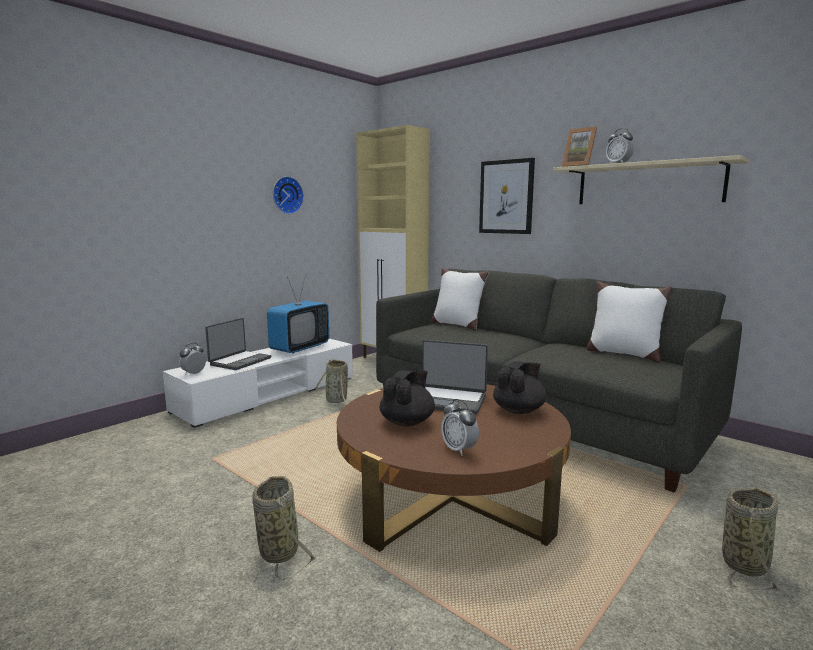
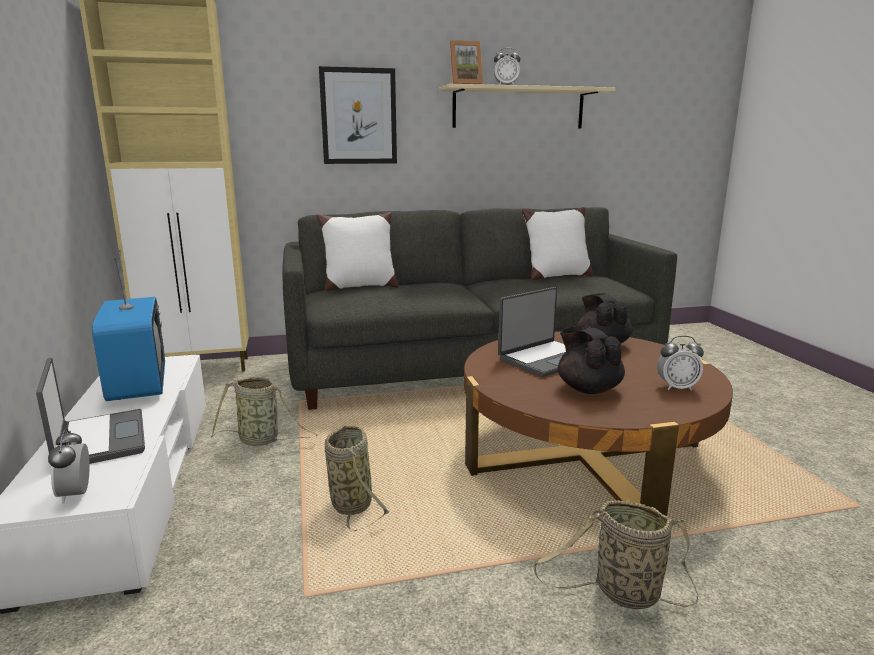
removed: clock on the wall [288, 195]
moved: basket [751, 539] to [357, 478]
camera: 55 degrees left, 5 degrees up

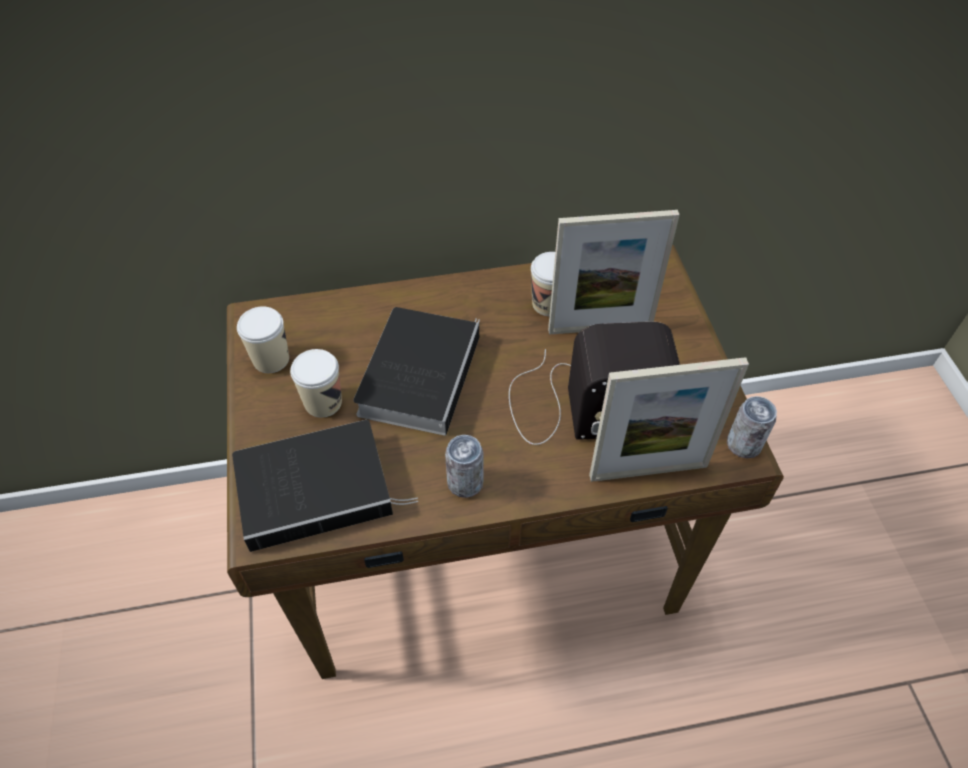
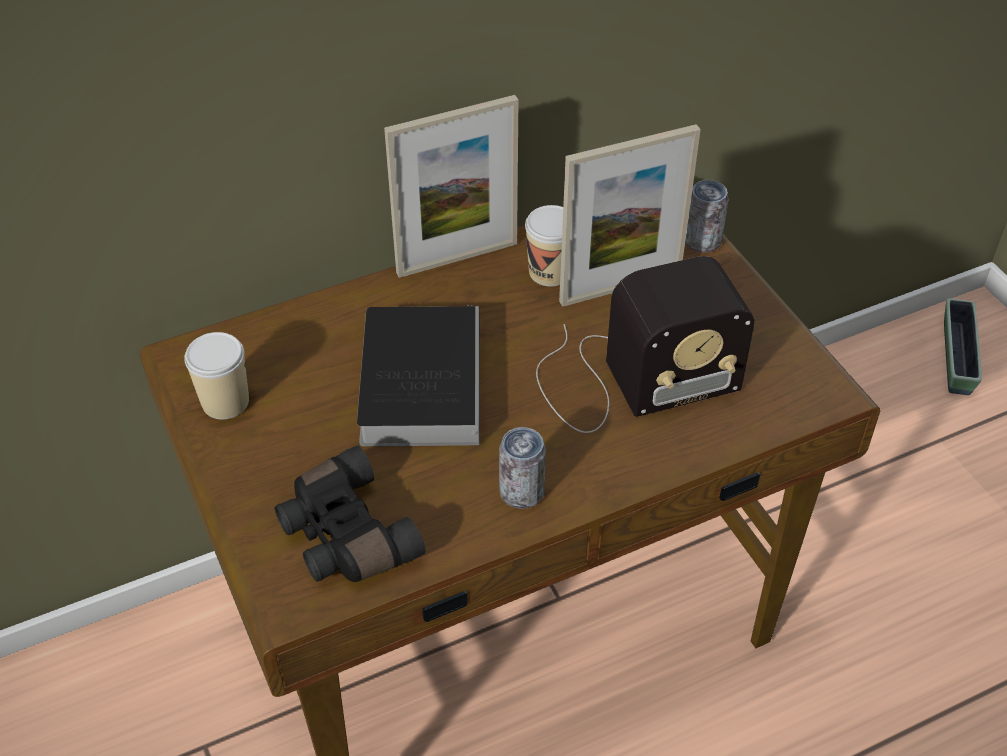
removed: cup [316, 383]
added: planter [963, 347]
moved: photo frame [669, 419] to [451, 186]; can [752, 427] to [707, 216]
replaced: book [325, 486] to binoculars in black [350, 513]
camera: 15 degrees left, 5 degrees down

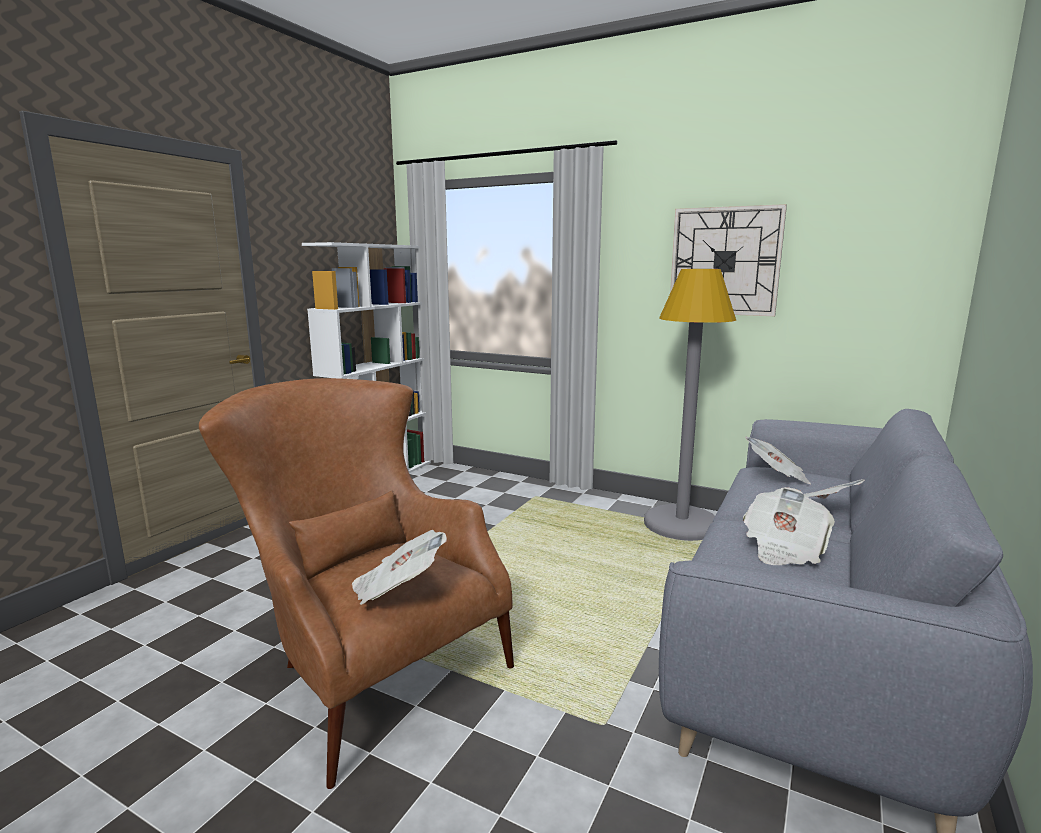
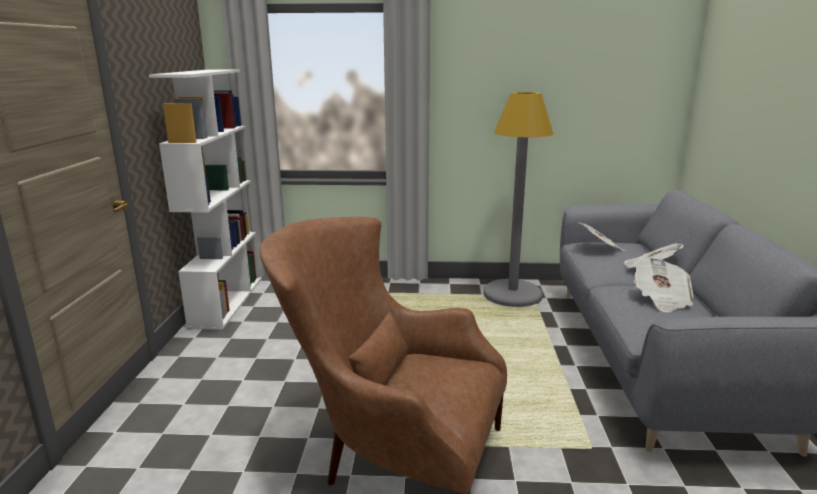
removed: newspaper [399, 567]; clock on the wall [728, 260]
camera: 25 degrees left, 5 degrees up

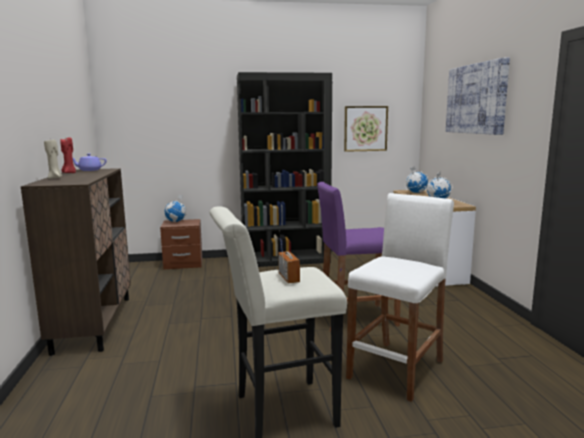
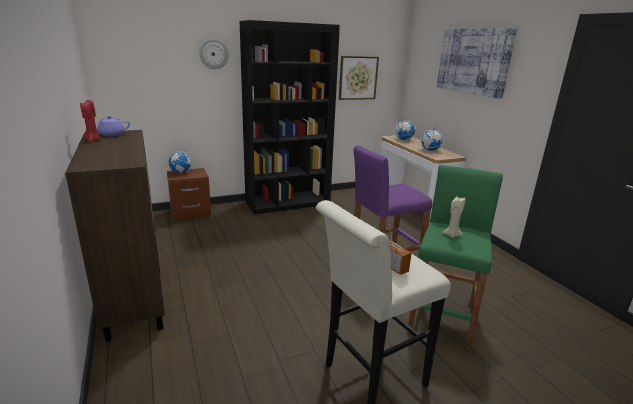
added: clock on the wall [214, 54]
moved: wax candle in beige-coloured [53, 159] to [454, 217]
recoloured: stool in white [400, 297] to stool in green-coloured [455, 257]
camera: 15 degrees left, 10 degrees up

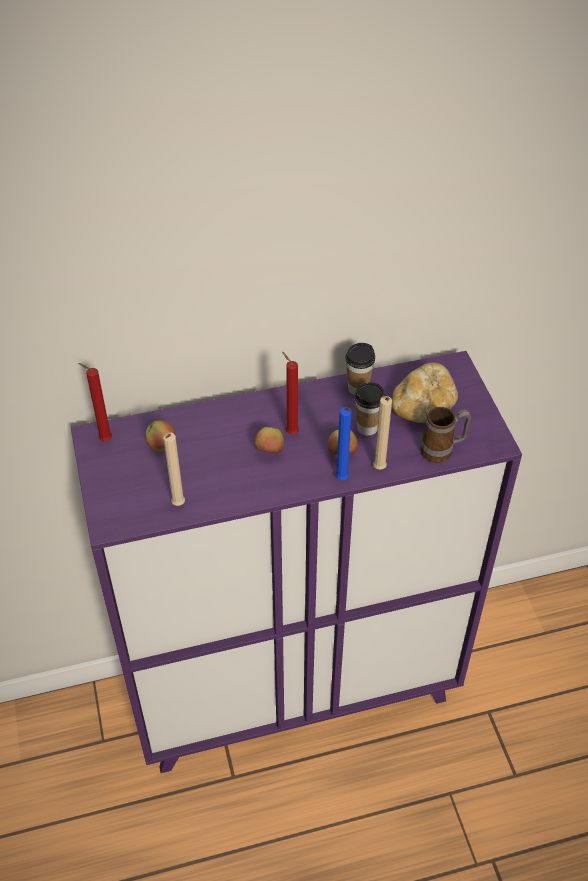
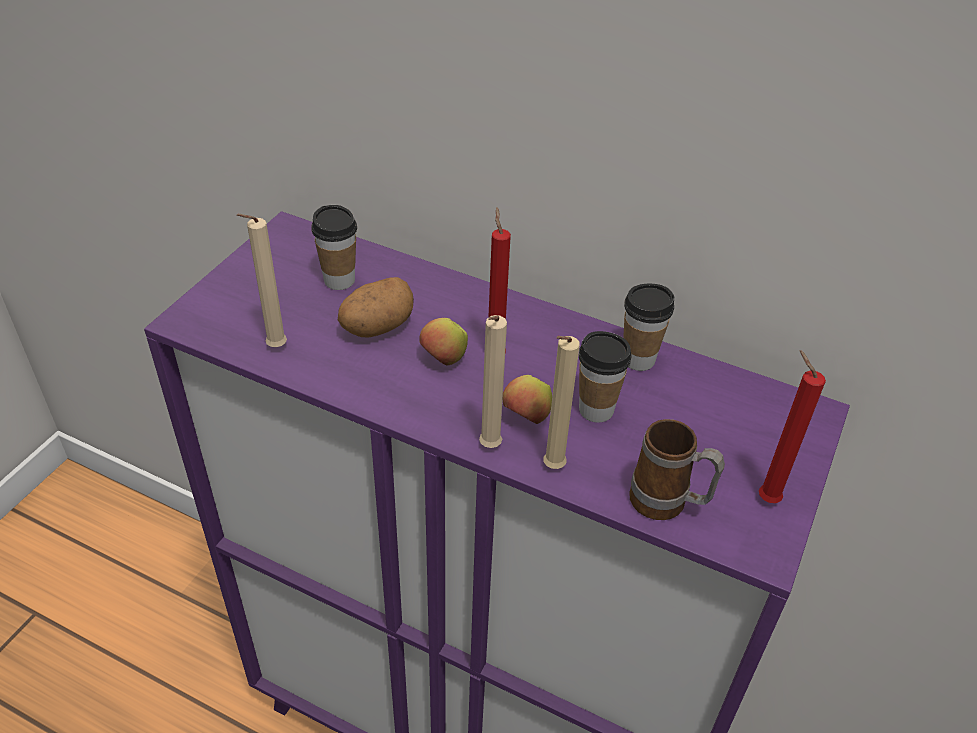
removed: bread [425, 393]
added: spud [376, 307]
moved: wax candle in red-coloured [95, 402] to [792, 426]
replaced: whole apple [161, 436] to cup [334, 247]
recoloured: wax candle in blue [343, 443] to wax candle in beige-coloured [493, 381]
camera: 40 degrees right, 5 degrees down

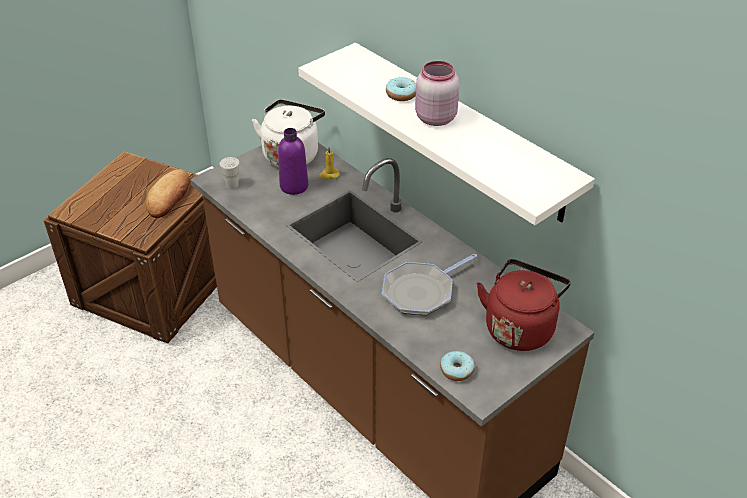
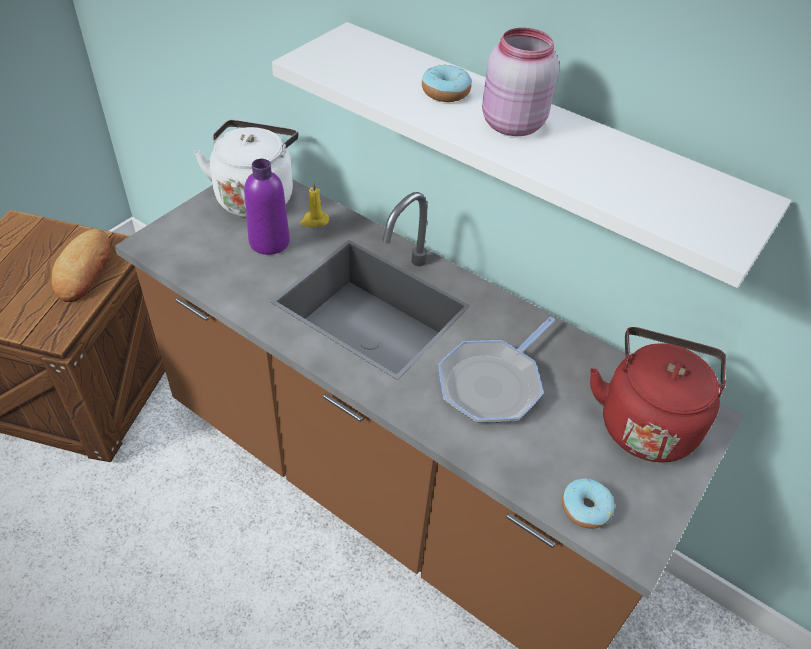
removed: cup in white [230, 173]
camera: 15 degrees left, 5 degrees up

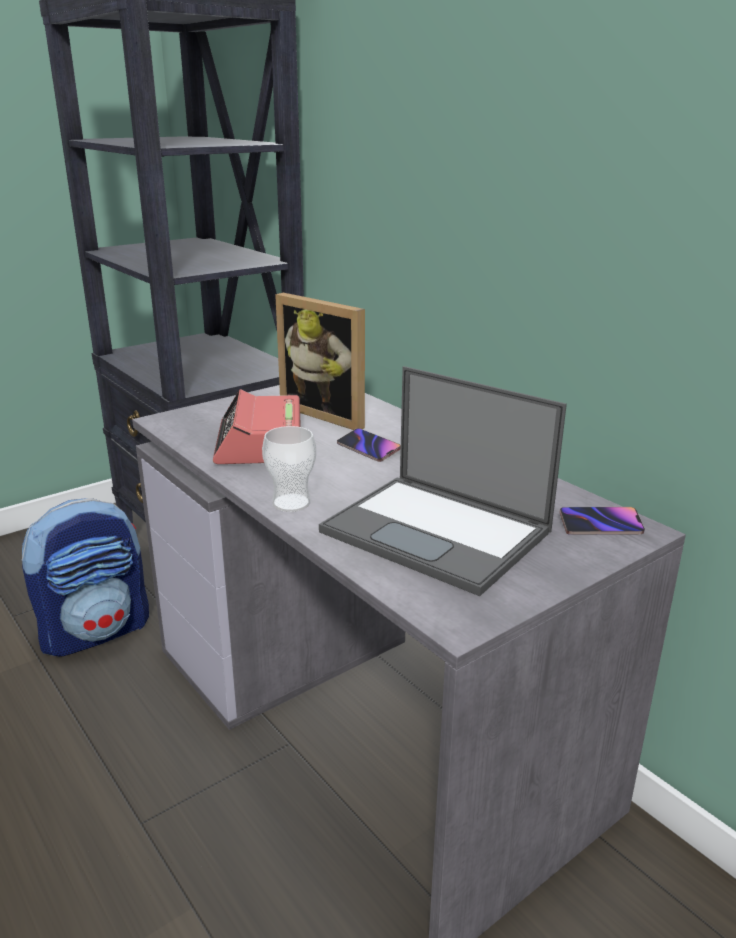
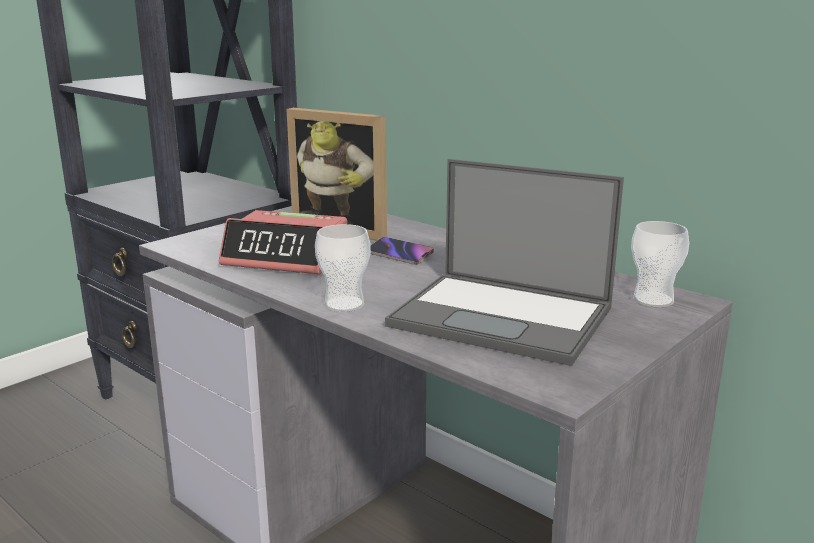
removed: knapsack [85, 577]
replaced: handset [602, 521] to cup [660, 264]
turned: table clock [257, 426] = [283, 242] 60 degrees counterclockwise
camera: 10 degrees left, 5 degrees down

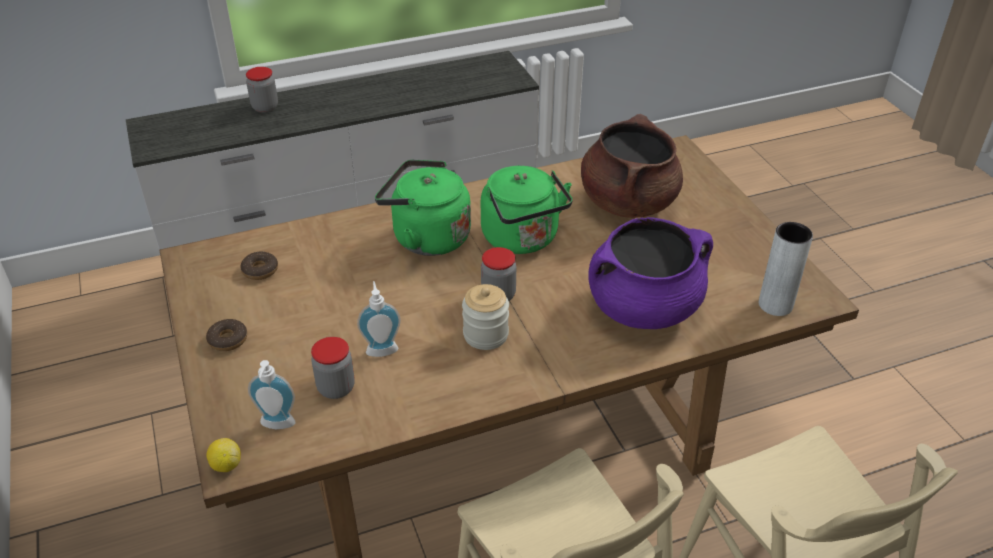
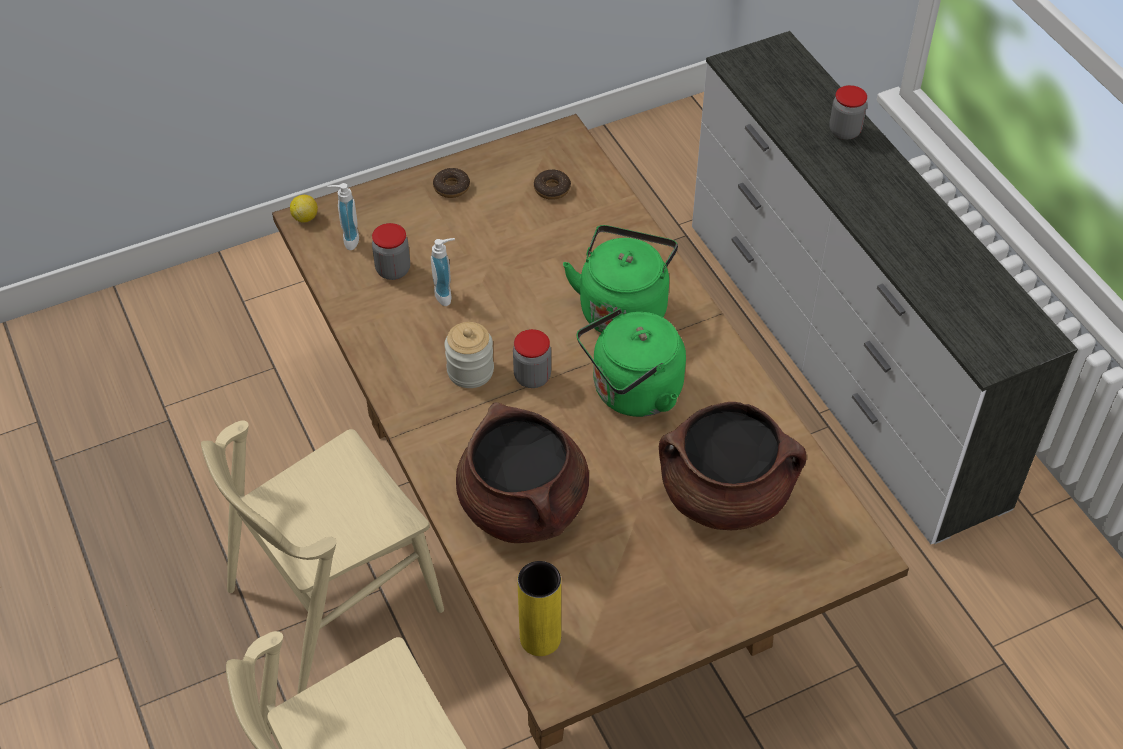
recoloured: stockpot in purple [650, 273] to stockpot in brownish [522, 472]; decorative vase in grey [786, 269] to decorative vase in yellow-coloured [539, 608]
camera: 85 degrees right, 10 degrees up

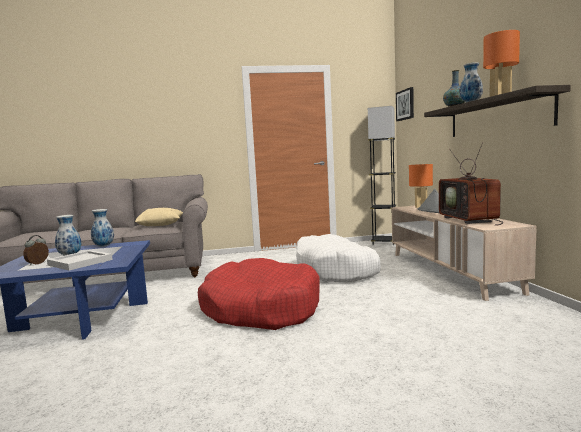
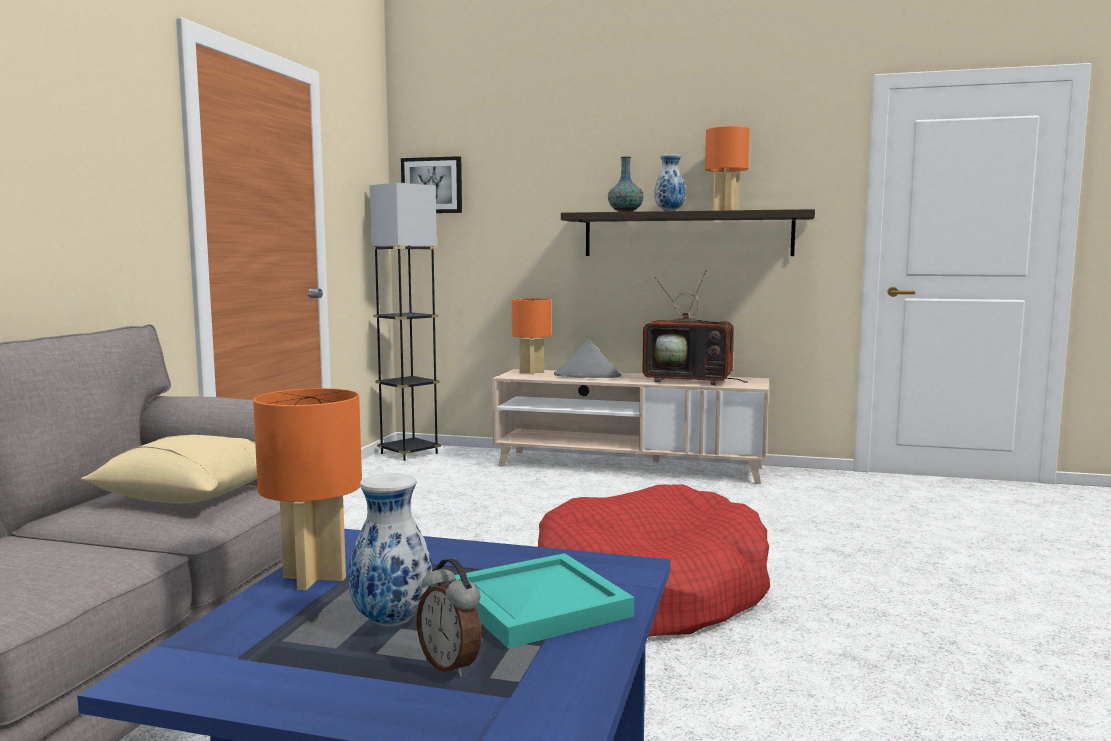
removed: dog cushion in white [338, 258]
replaced: decorative vase [102, 228] to lamp for a table in orangey [307, 489]
recoloured: serving tray in white [80, 260] to serving tray in turquoise [544, 601]
camera: 65 degrees left, 0 degrees up

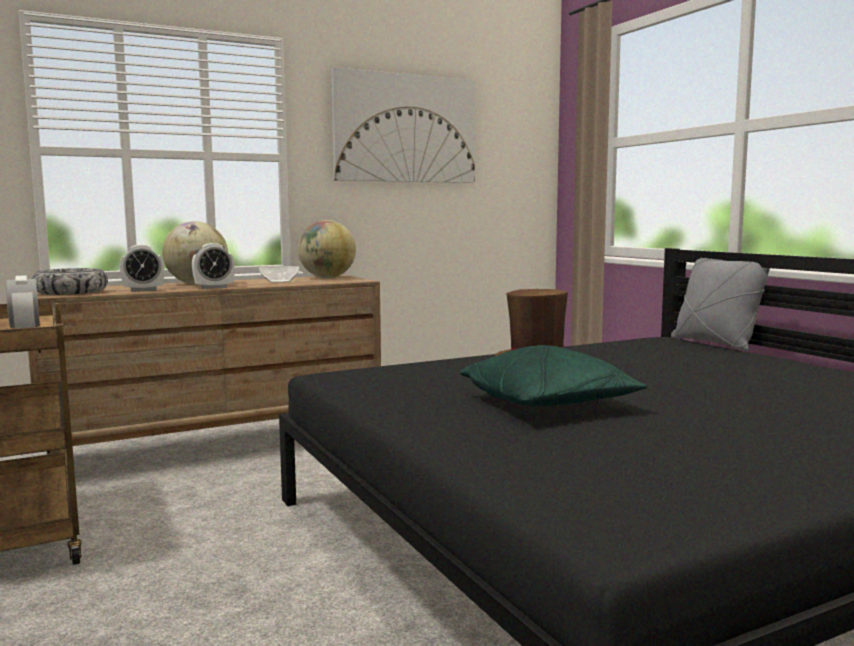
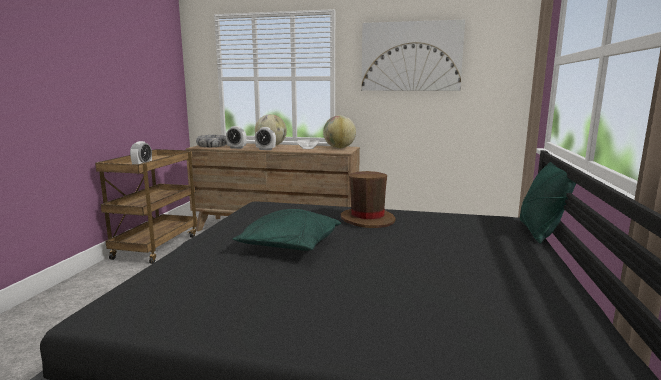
recoloured: cushion in grey [720, 304] to cushion in green-coloured [548, 203]
camera: 40 degrees right, 5 degrees up

